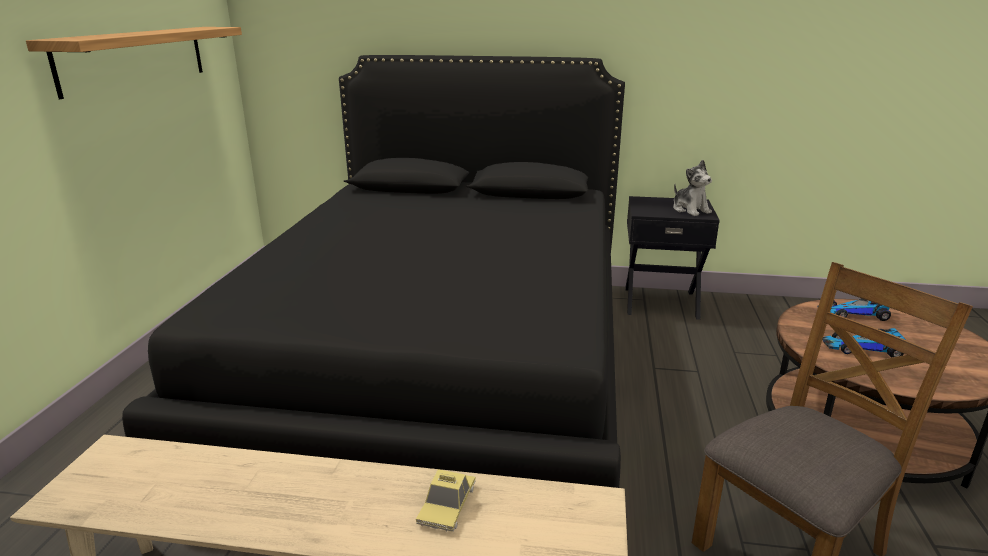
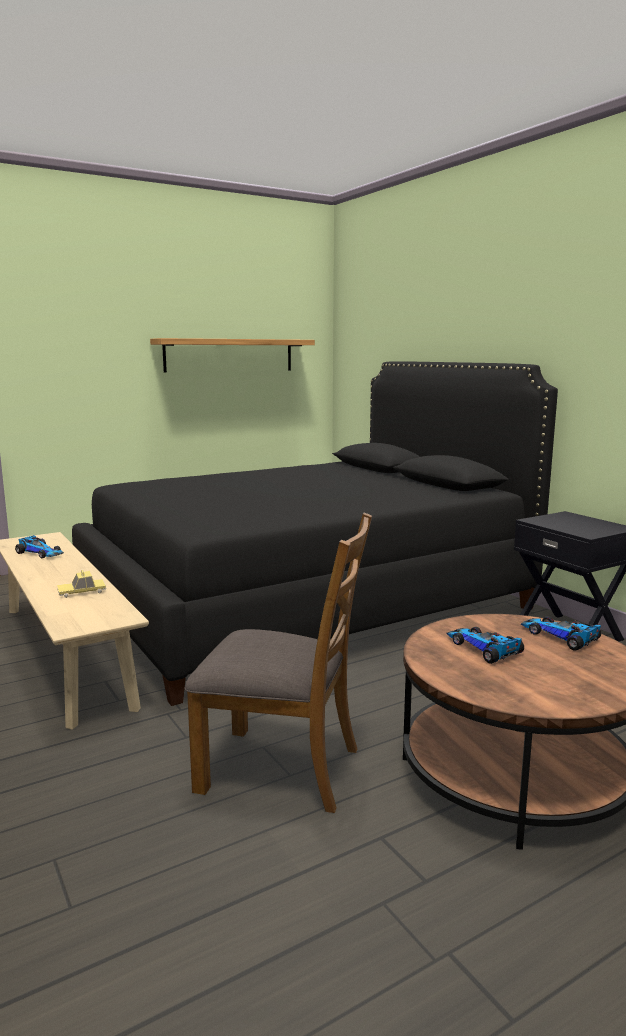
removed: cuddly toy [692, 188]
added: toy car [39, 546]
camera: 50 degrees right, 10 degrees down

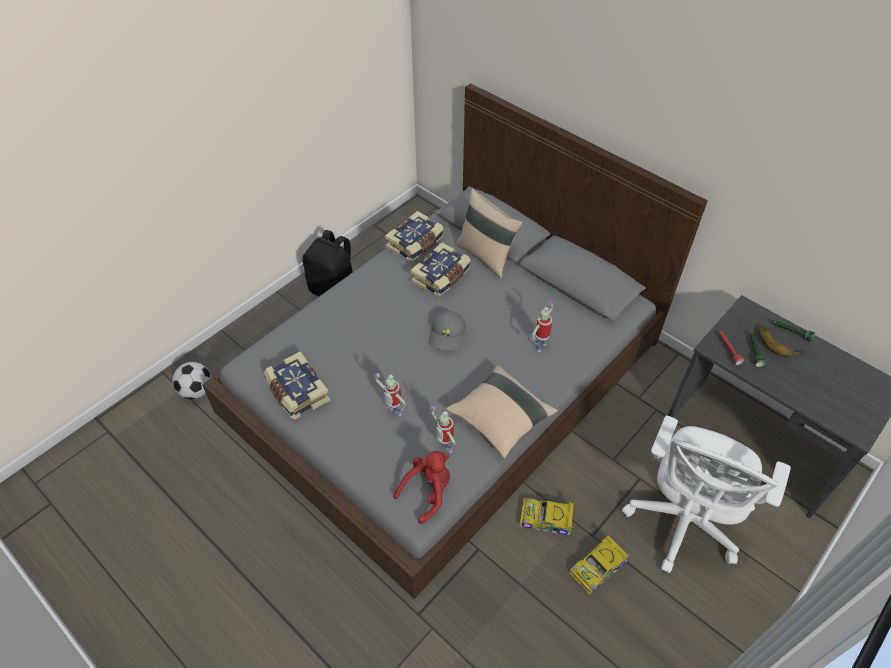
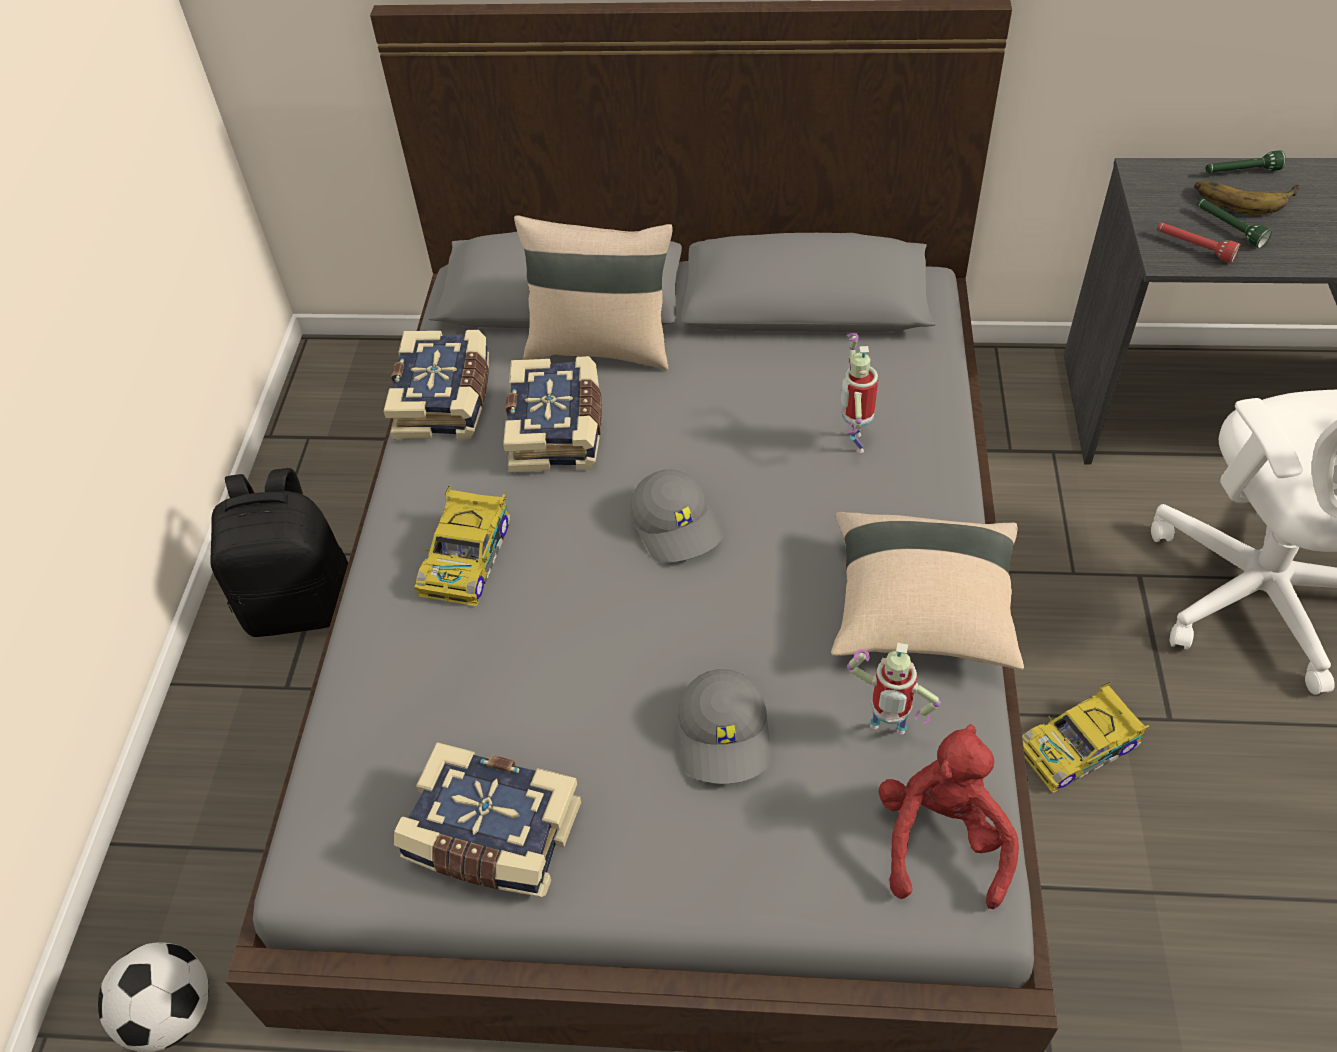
moved: toy car [600, 563] to [462, 545]
replaced: robot figure [390, 394] to cap in grey [724, 726]
camera: 35 degrees left, 0 degrees up

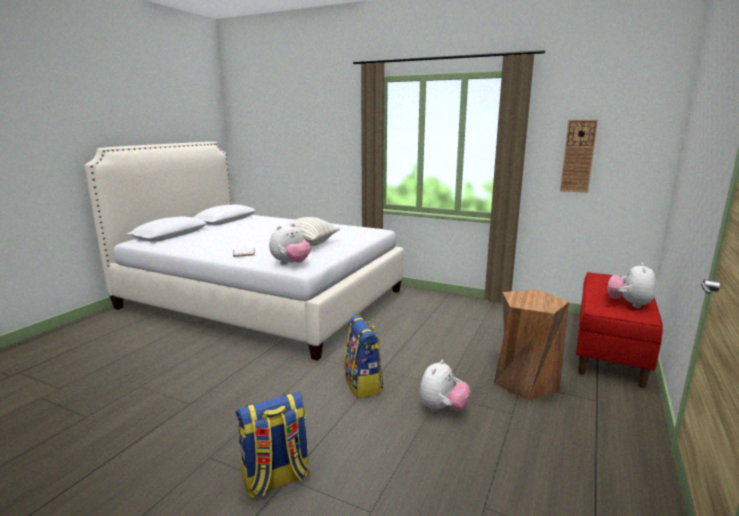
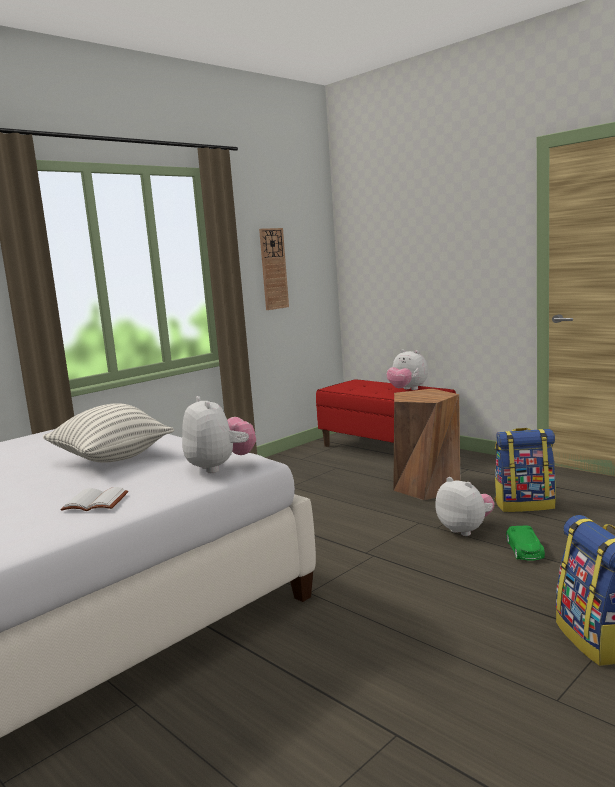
added: toy car in green-coloured [525, 543]
moved: knapsack [364, 357] to [525, 470]
camera: 70 degrees left, 5 degrees down

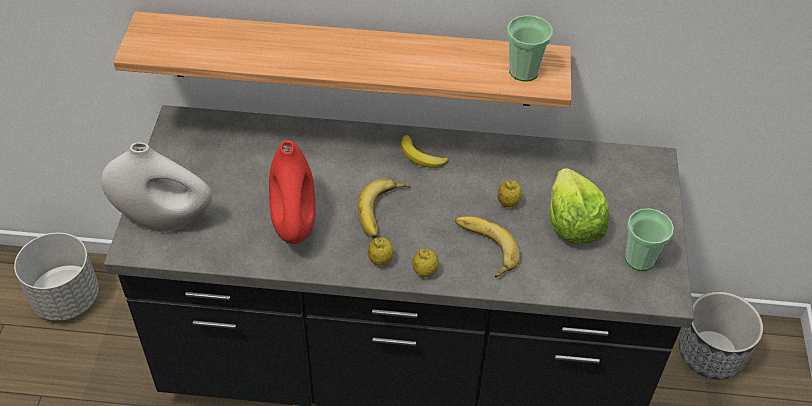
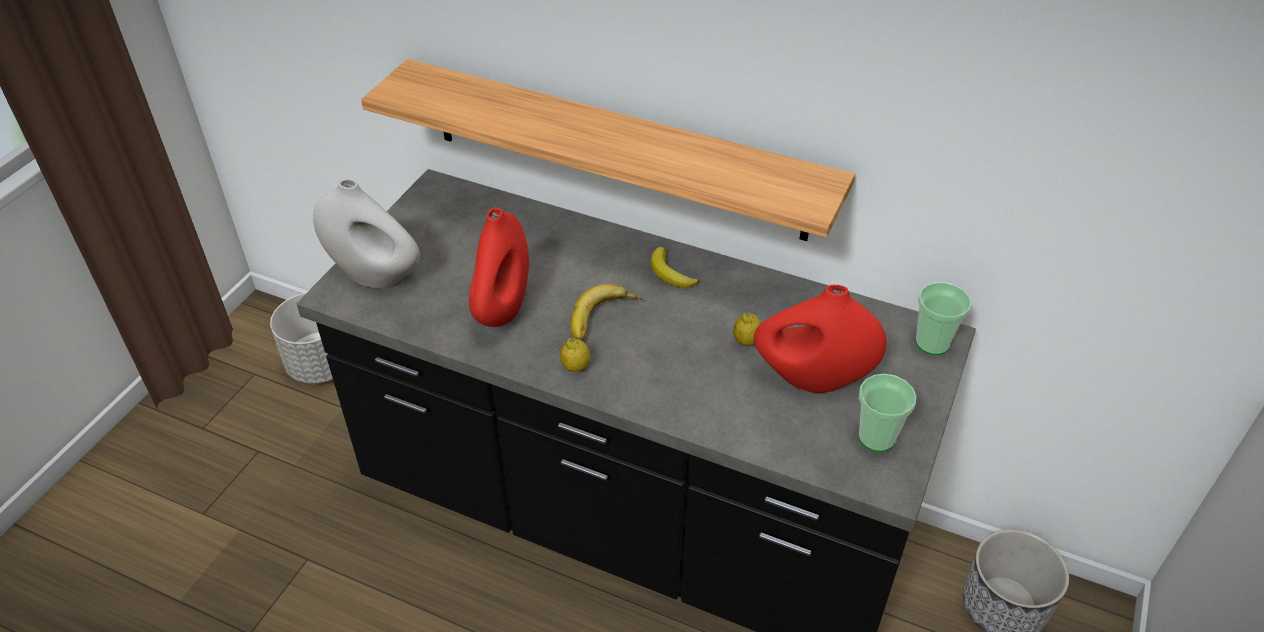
removed: whole lemon [425, 262]; whole banana [487, 246]
moved: cup [530, 48] to [944, 318]
replaced: lettuce [579, 206] to decorative vase in red-coloured [820, 339]
camera: 20 degrees right, 5 degrees down

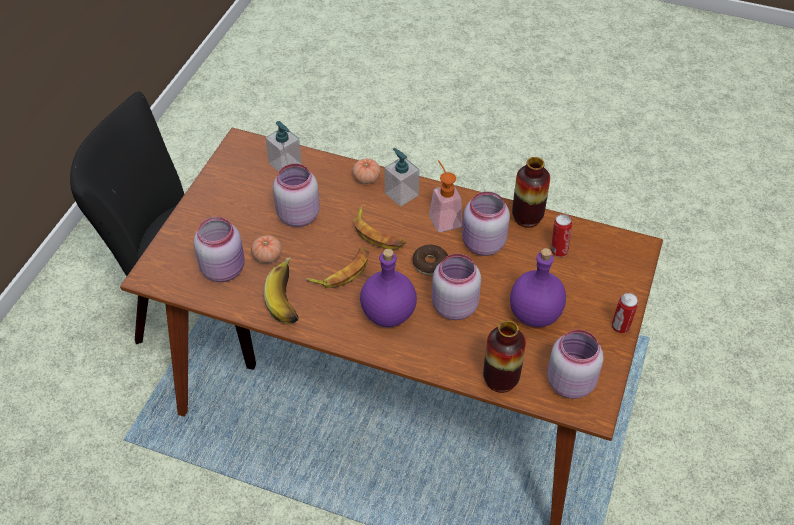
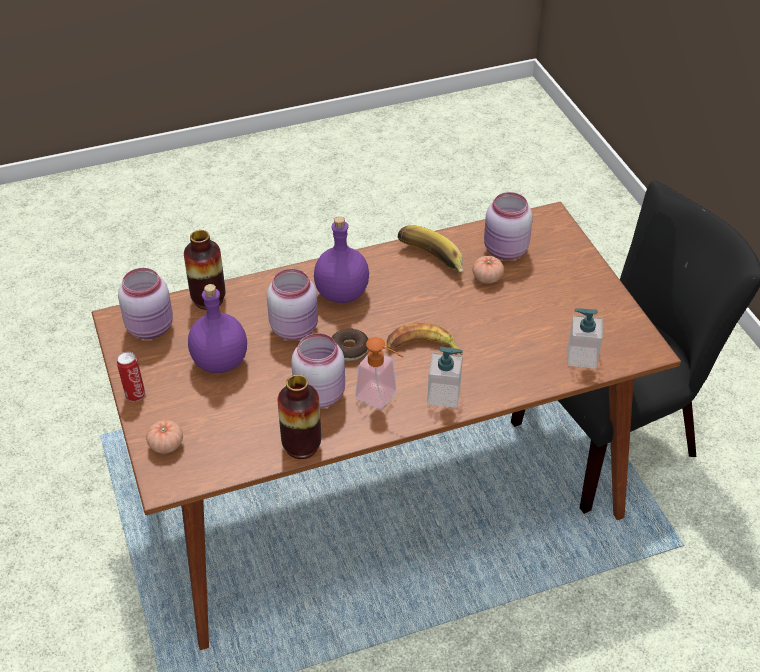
removed: preserve jar in pink [296, 195]; whole banana [337, 267]; can [561, 235]
moved: whole tomato [366, 171] to [164, 436]
camera: 140 degrees right, 5 degrees down

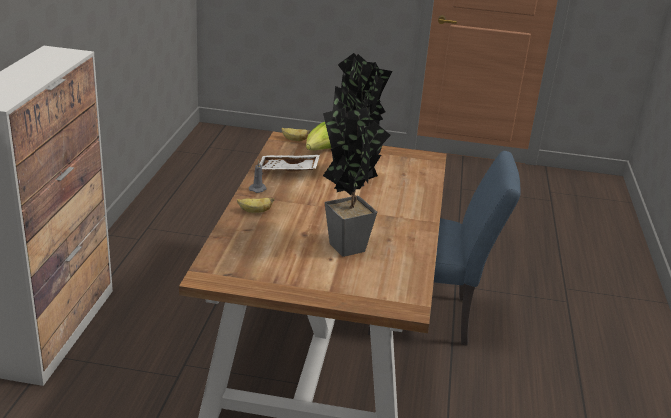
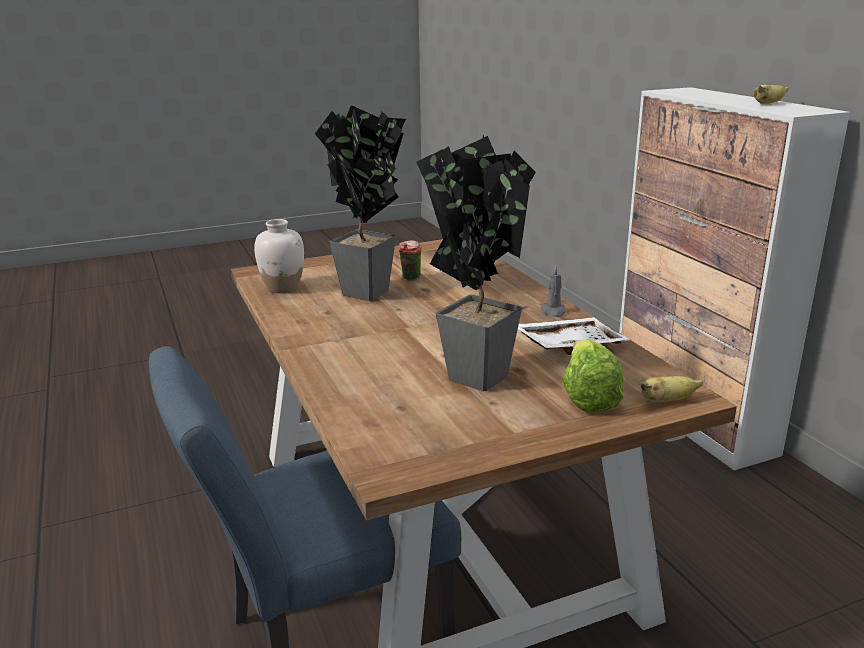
added: decorative vase in white [279, 256]; cup [410, 260]
moved: whole banana [255, 205] to [771, 94]
camera: 150 degrees right, 5 degrees down

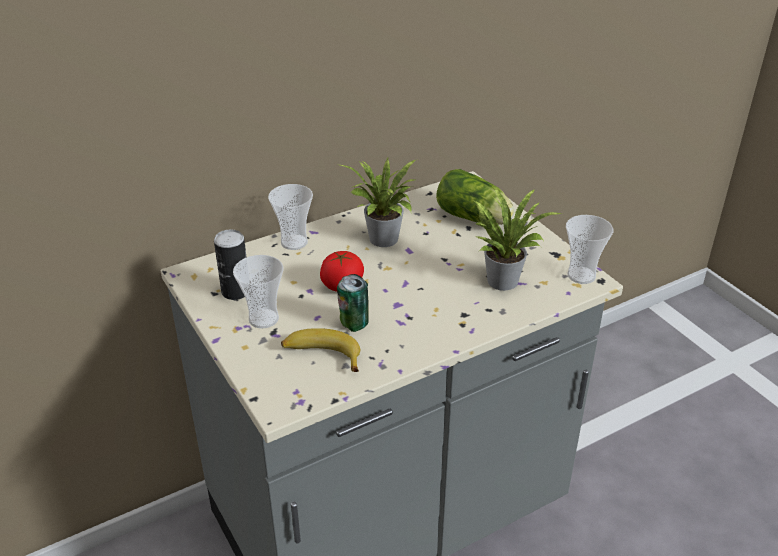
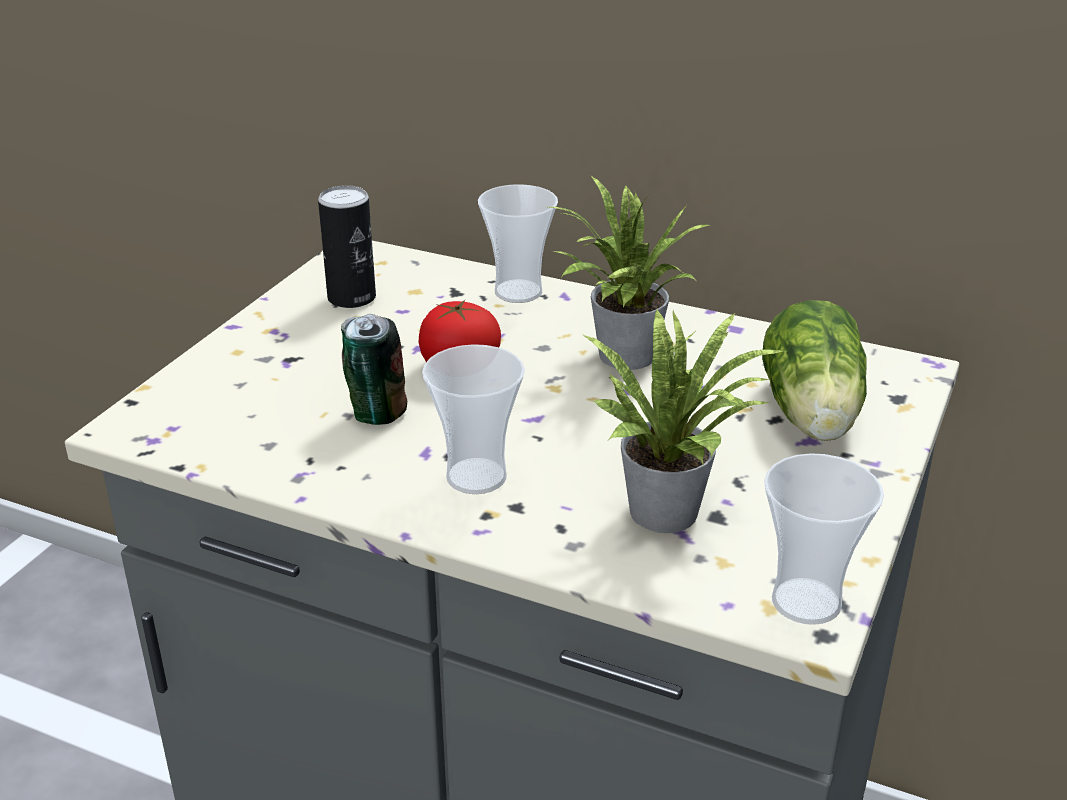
removed: whole banana [320, 350]
moved: cup [258, 291] to [473, 419]
camera: 55 degrees right, 5 degrees down

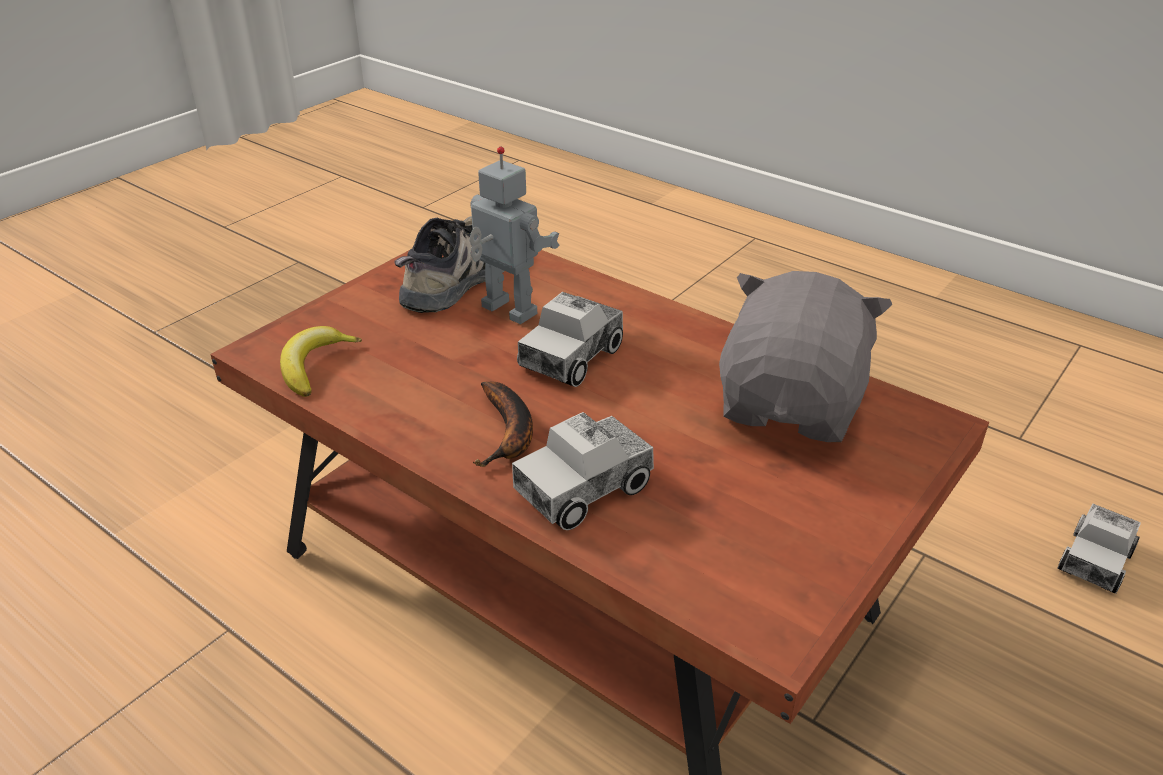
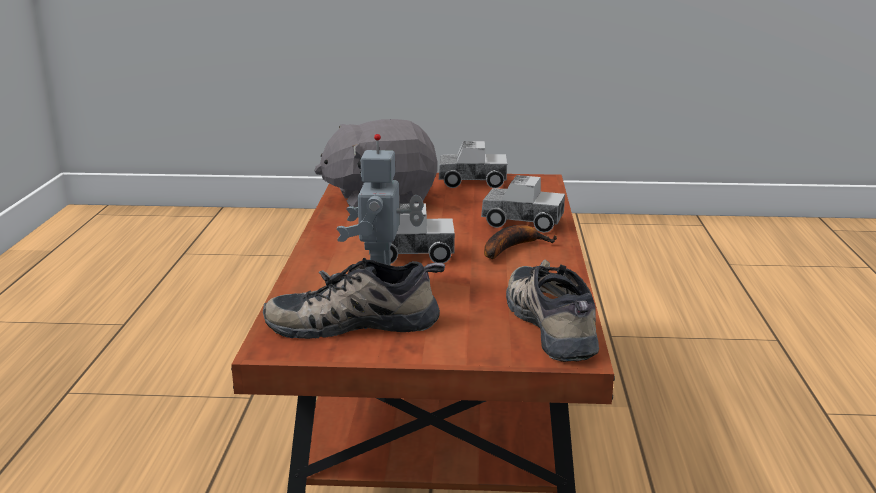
moved: toy lorry [1099, 548] to [472, 164]
replaced: whole banana [321, 361] to shoe [552, 310]
camera: 125 degrees left, 15 degrees down

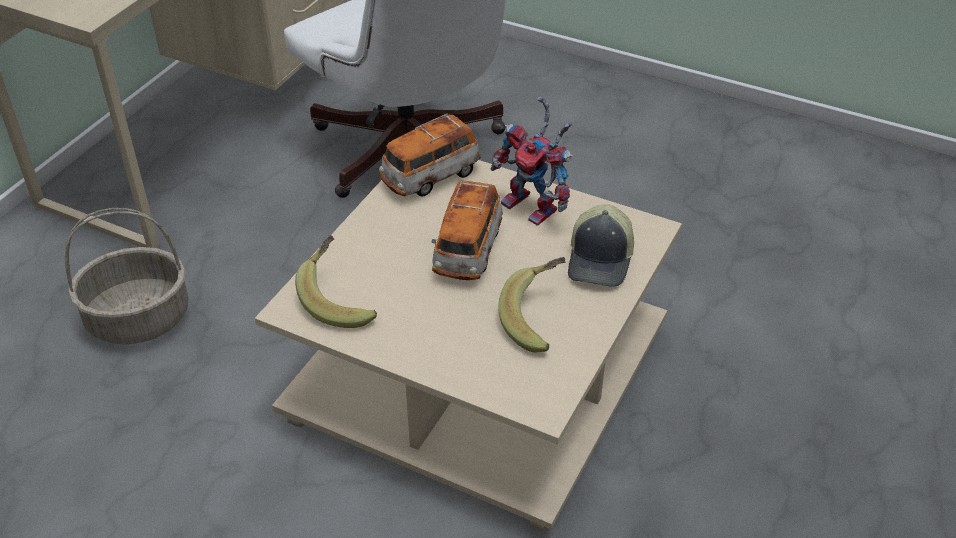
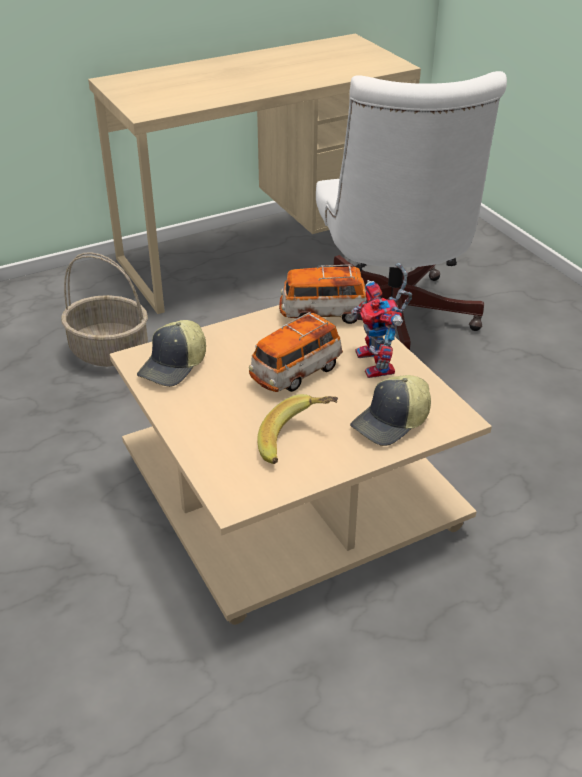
replaced: whole banana [336, 281] to cap [171, 353]
camera: 35 degrees right, 5 degrees down

